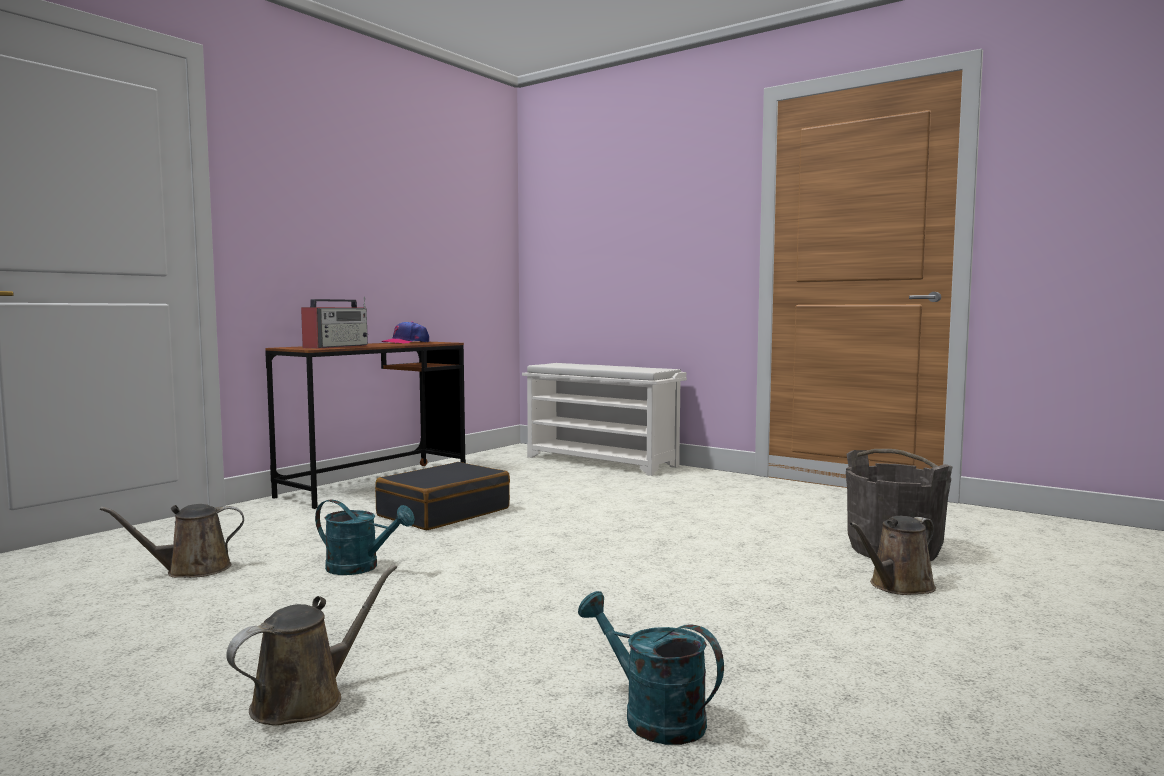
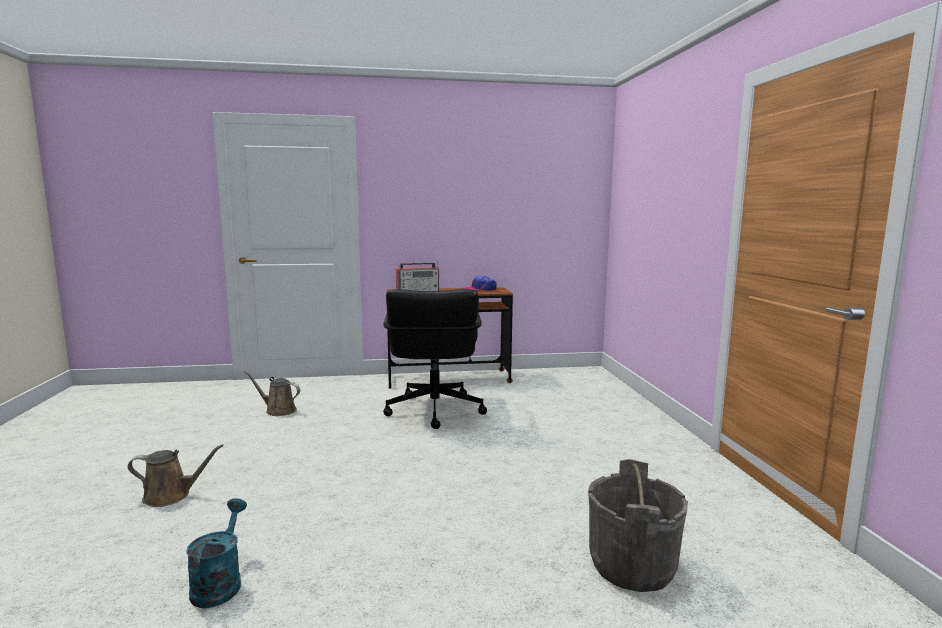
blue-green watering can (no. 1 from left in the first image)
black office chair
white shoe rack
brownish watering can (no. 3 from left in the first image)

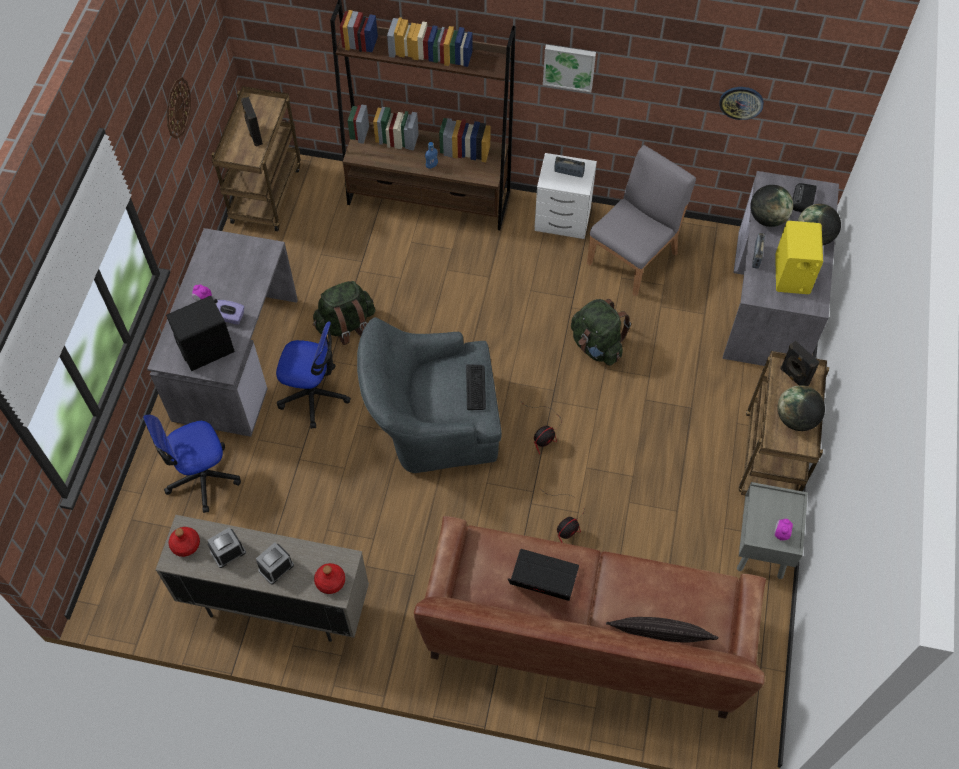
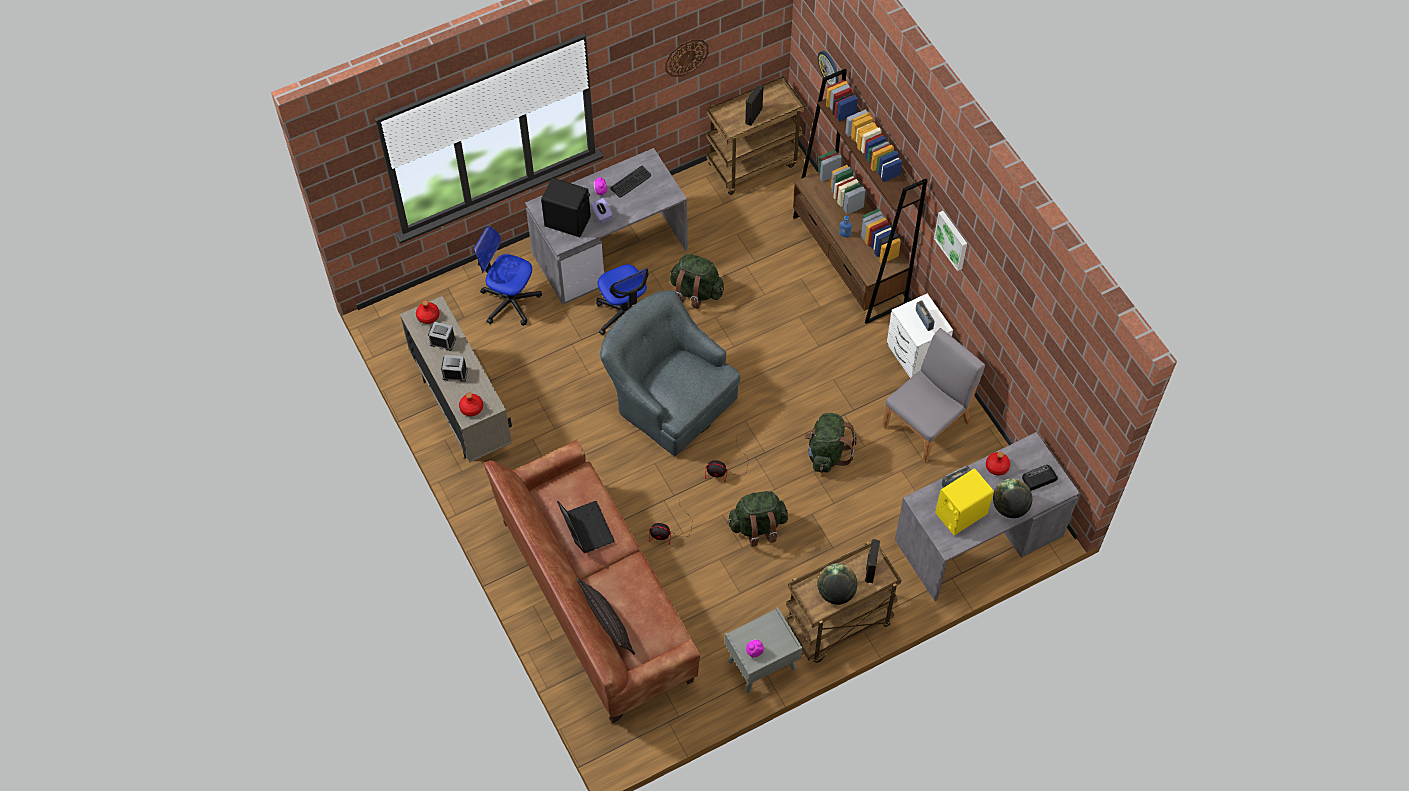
keyboard
greyish plain chair
clock on the wall (no. 2 from left)
red-coloured bottle (no. 3 from left)
green rucksack (no. 2 from left)

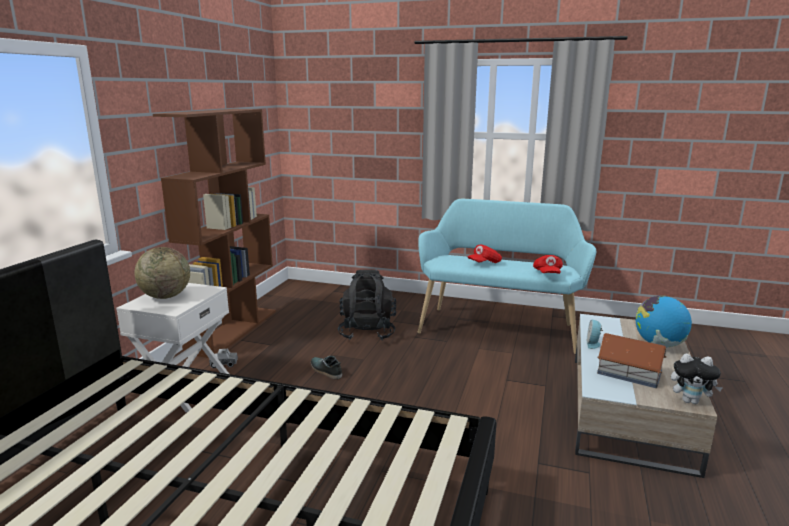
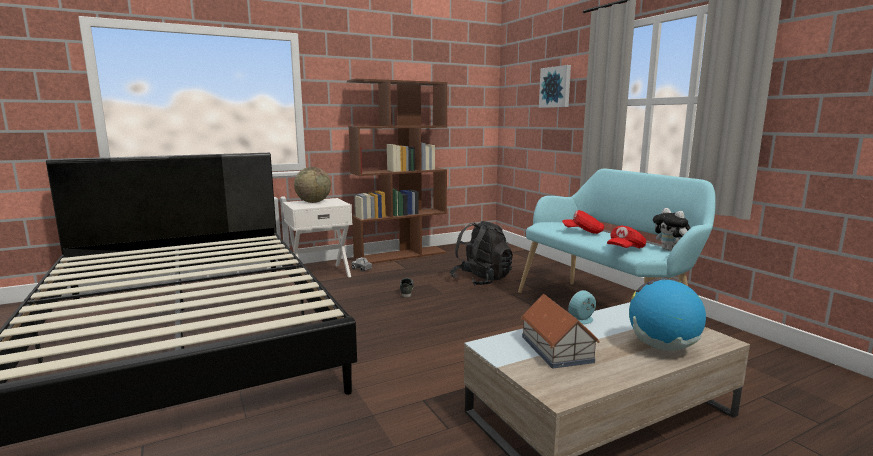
plush toy
wall picture

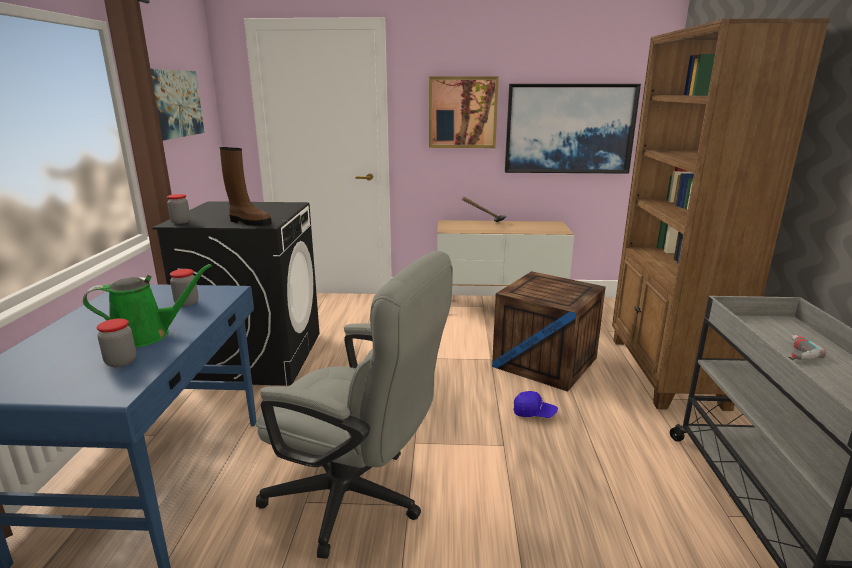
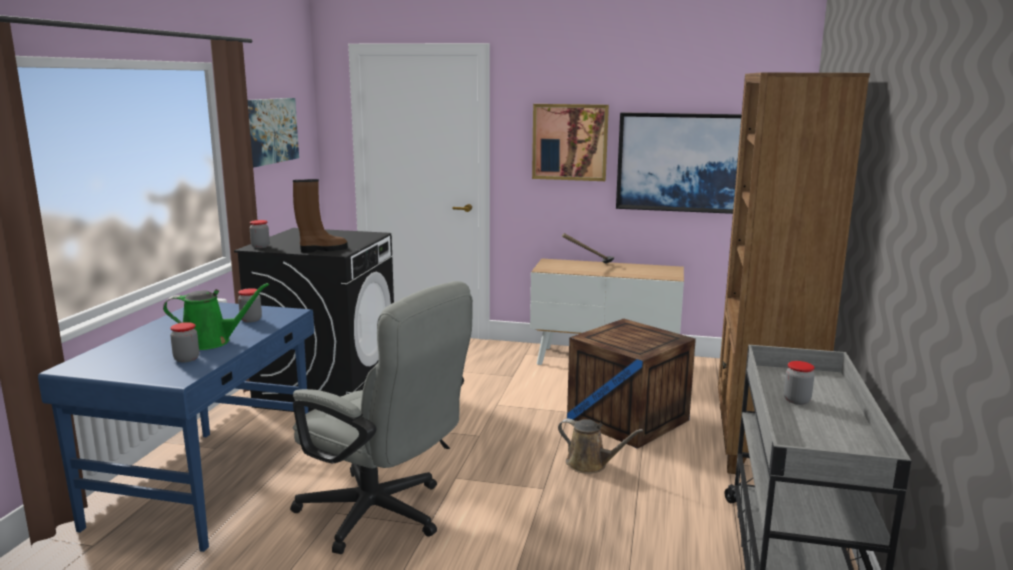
brownish boot
brownish watering can
preserve jar (no. 4 from left)

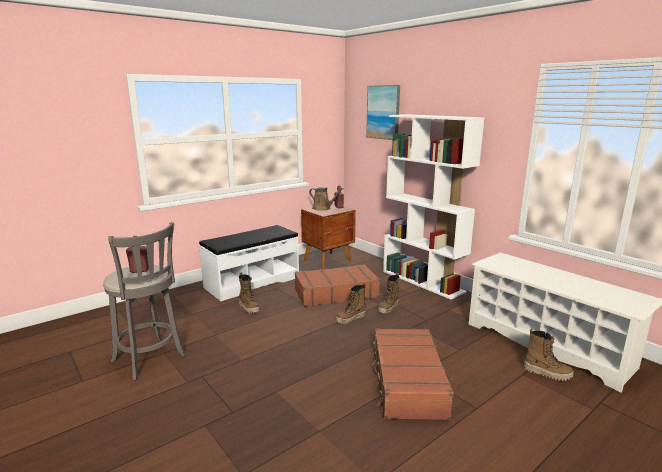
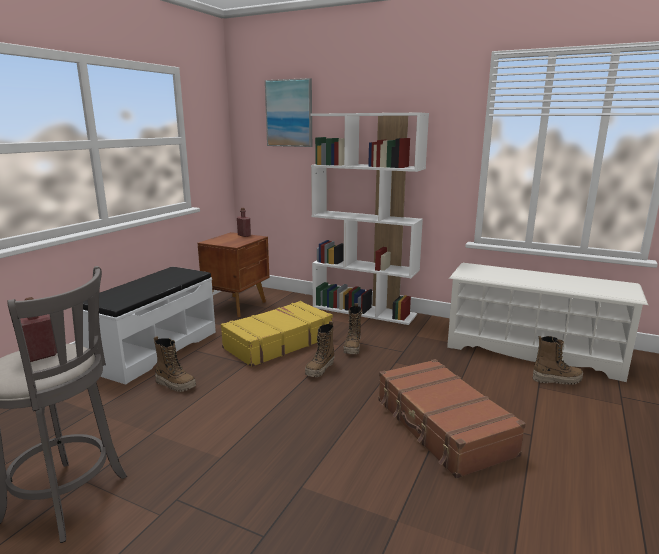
yellowish travel case
brownish watering can

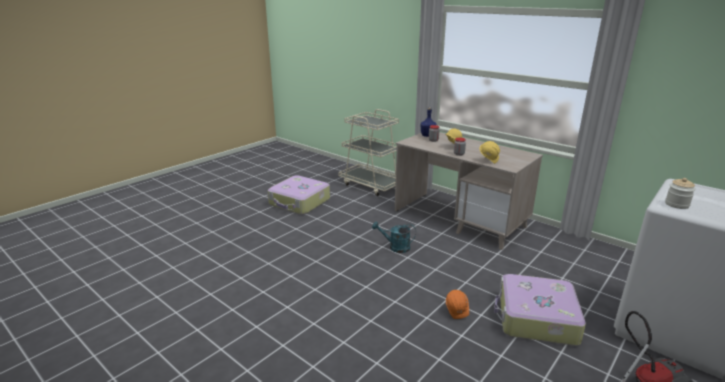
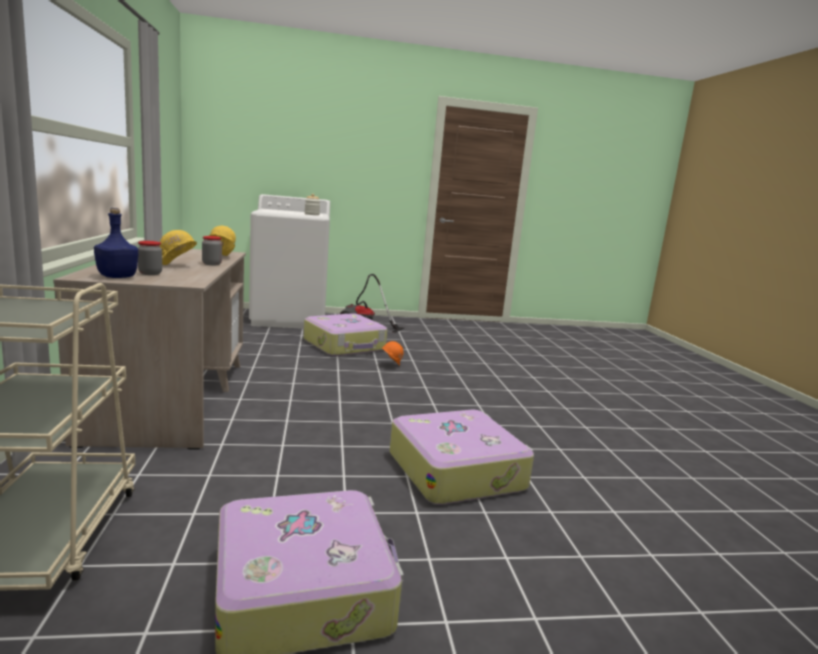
blue-green watering can
travel case (no. 3 from left)

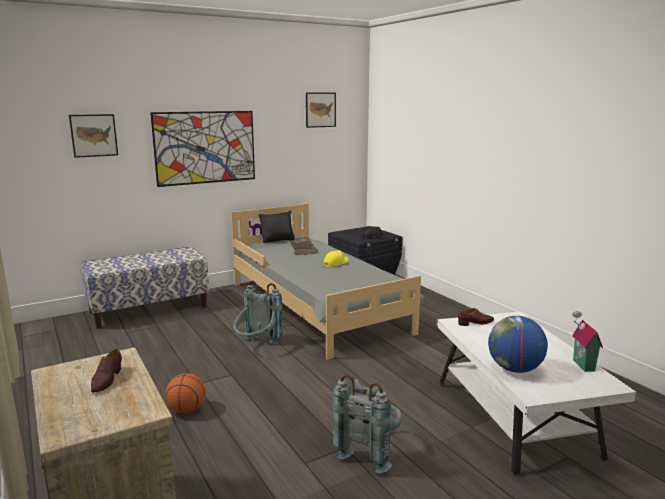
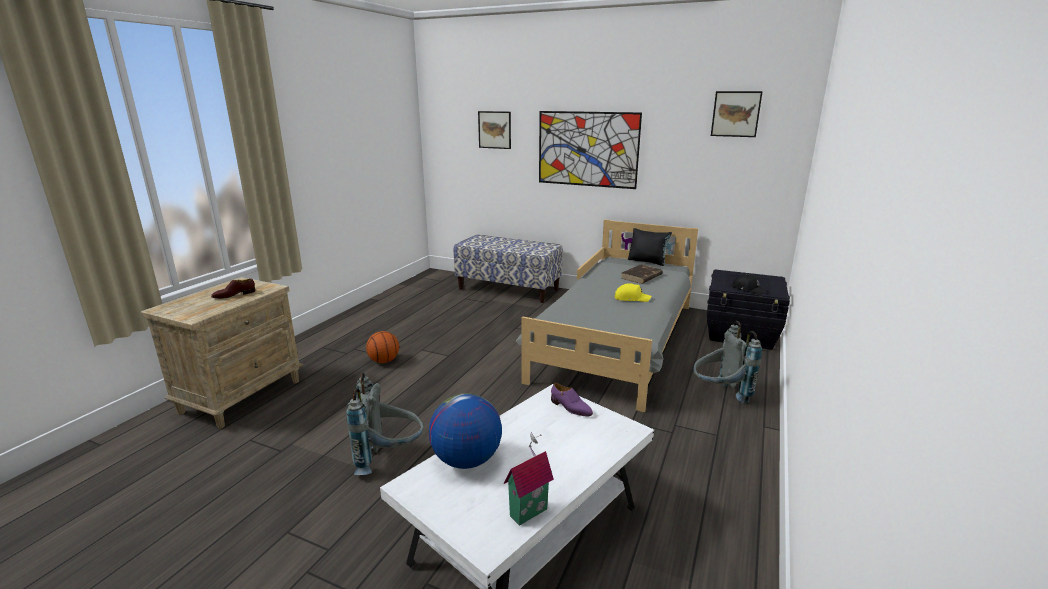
greyish rucksack (no. 2 from left)
purplish item of footwear

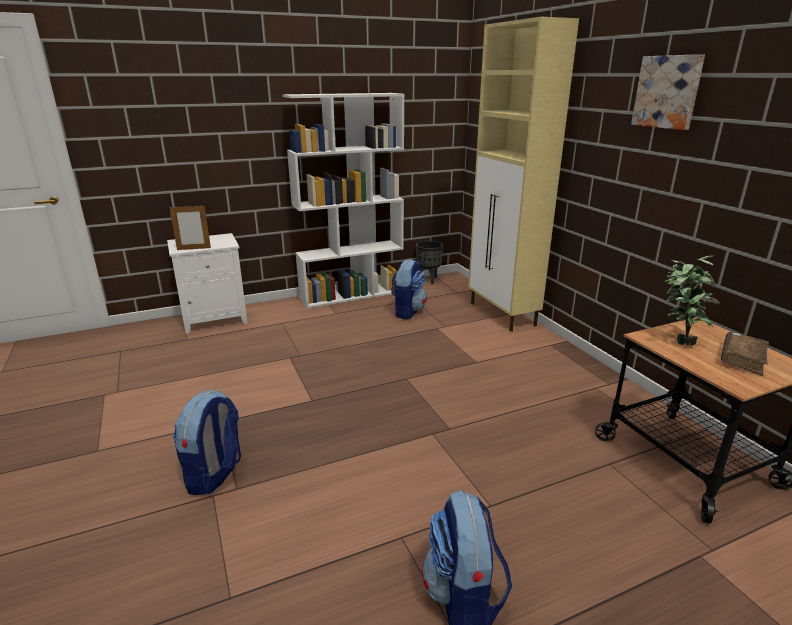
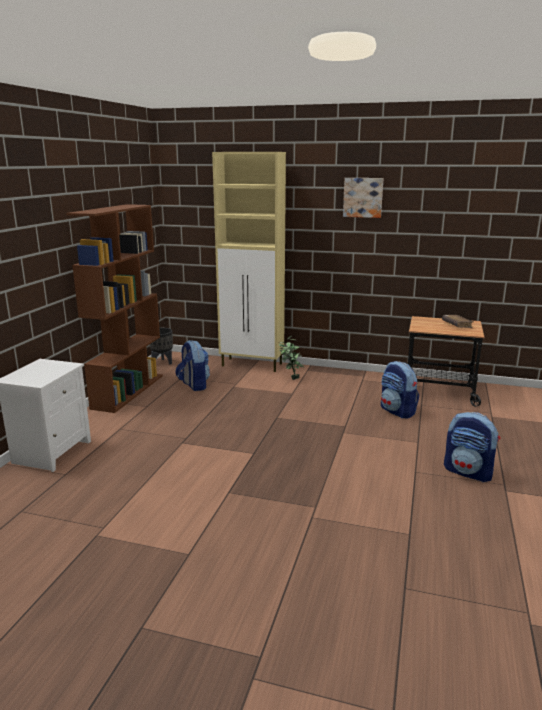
photo frame
rucksack (no. 2 from left)
brownish bookshelf
potted plant

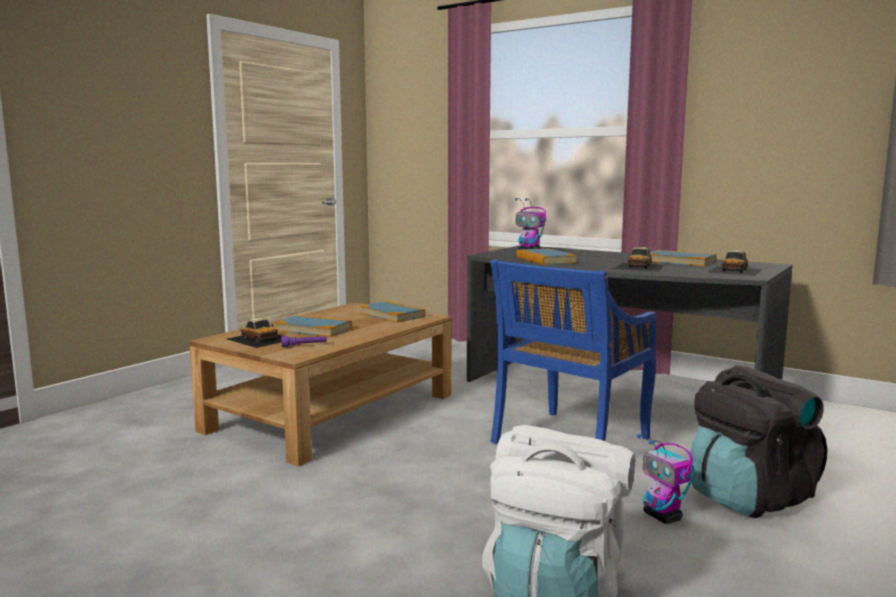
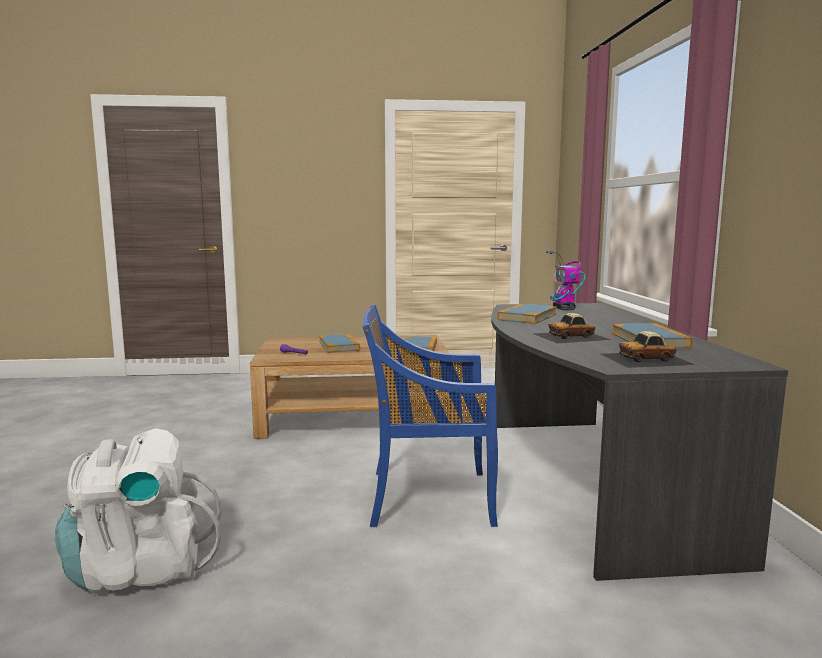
miniature car (no. 1 from left in the first image)
model robot (no. 2 from left in the first image)
black rucksack

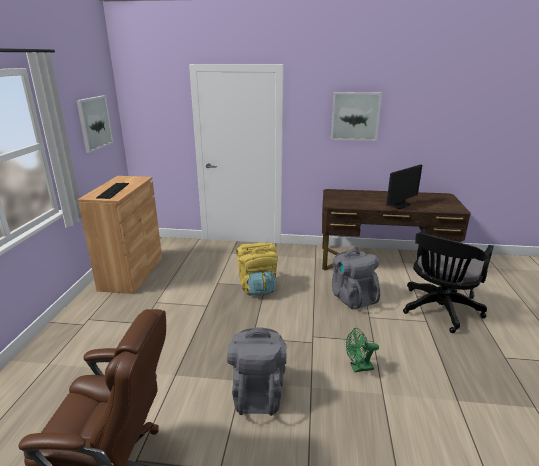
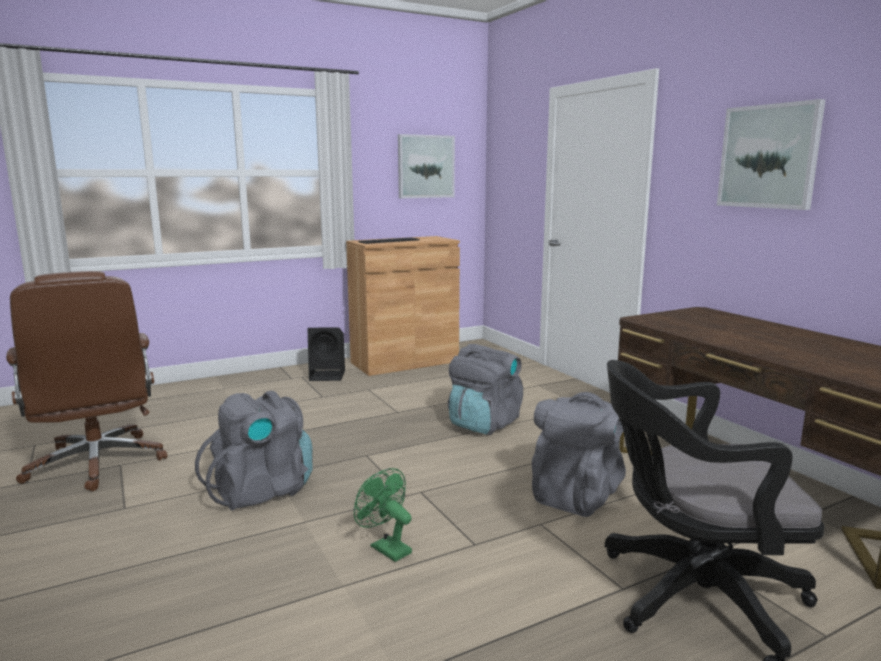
greyish rucksack (no. 2 from left)
monitor
black speaker

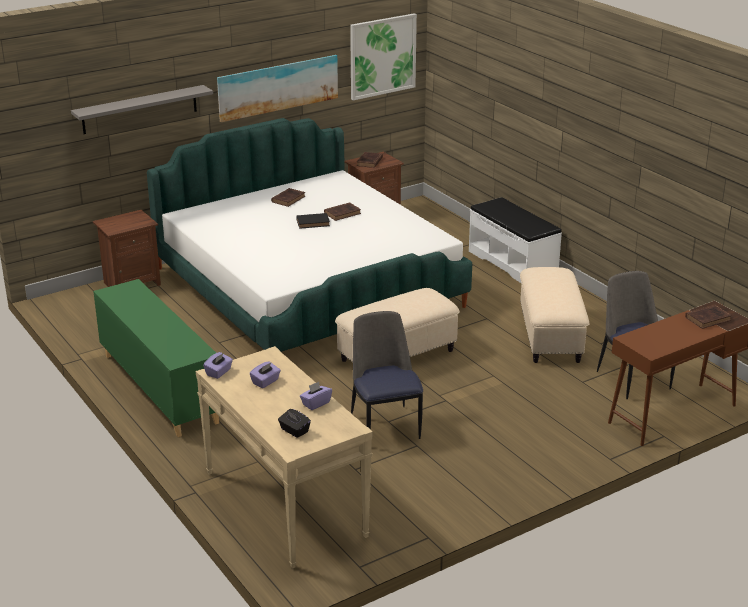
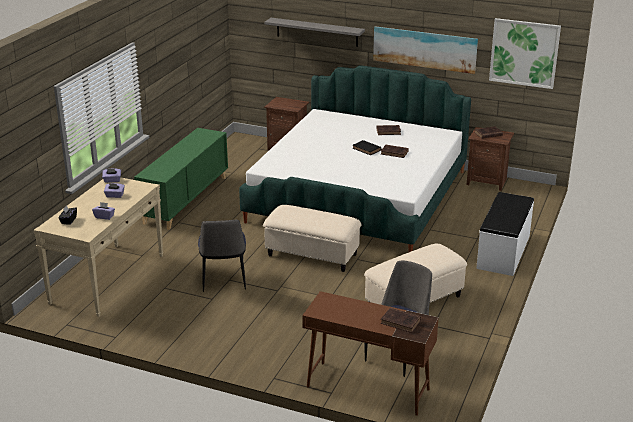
plain chair (no. 1 from left)

